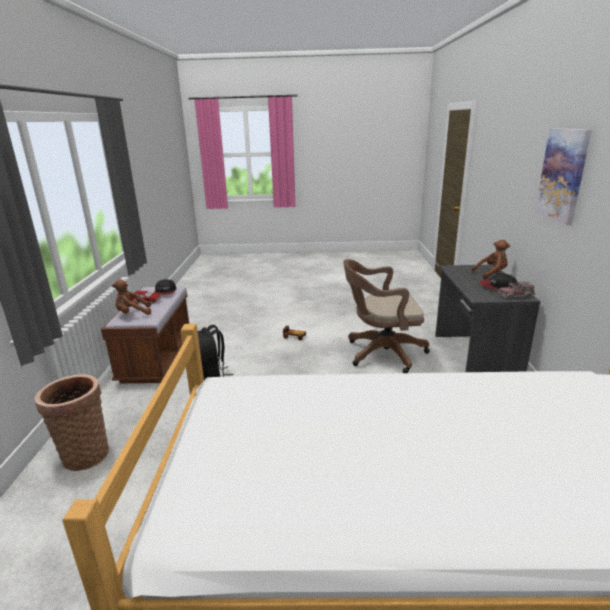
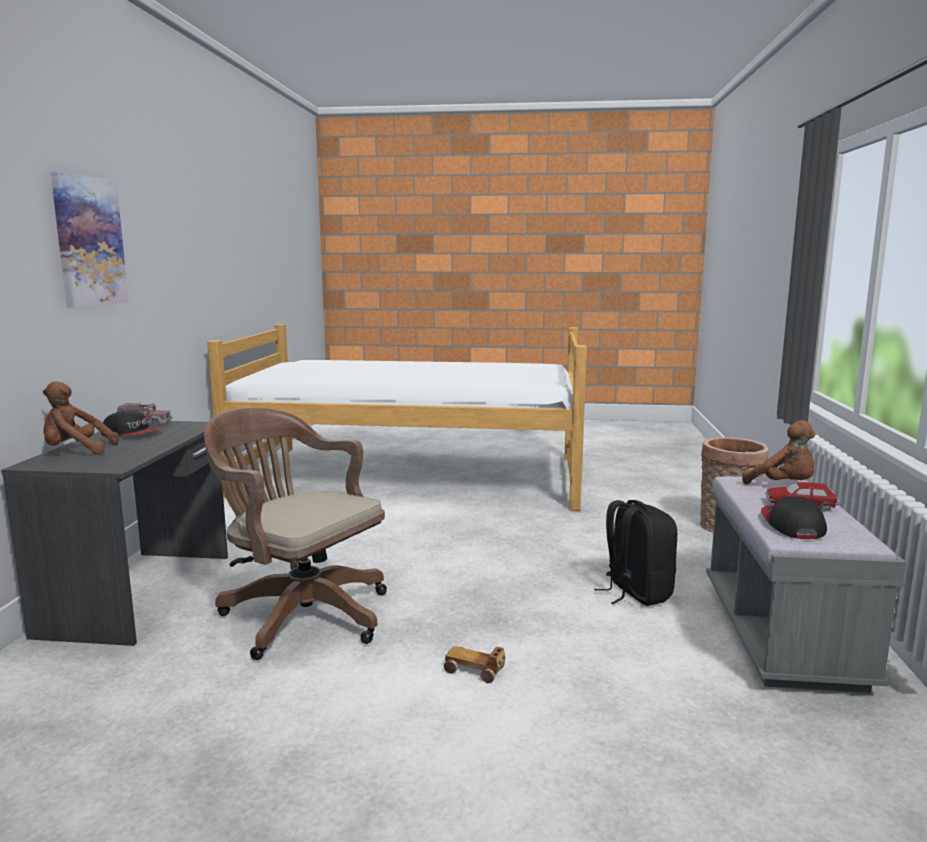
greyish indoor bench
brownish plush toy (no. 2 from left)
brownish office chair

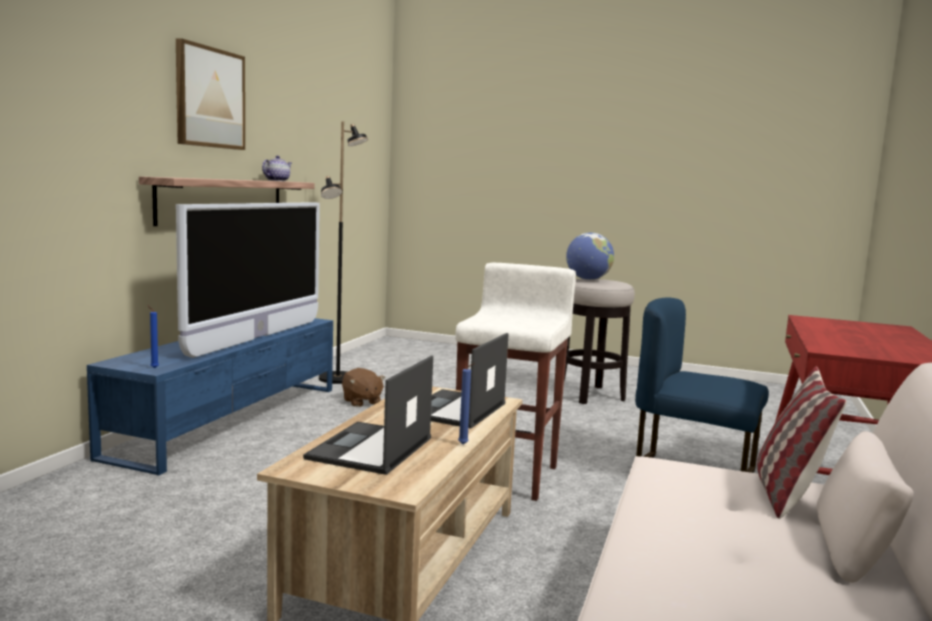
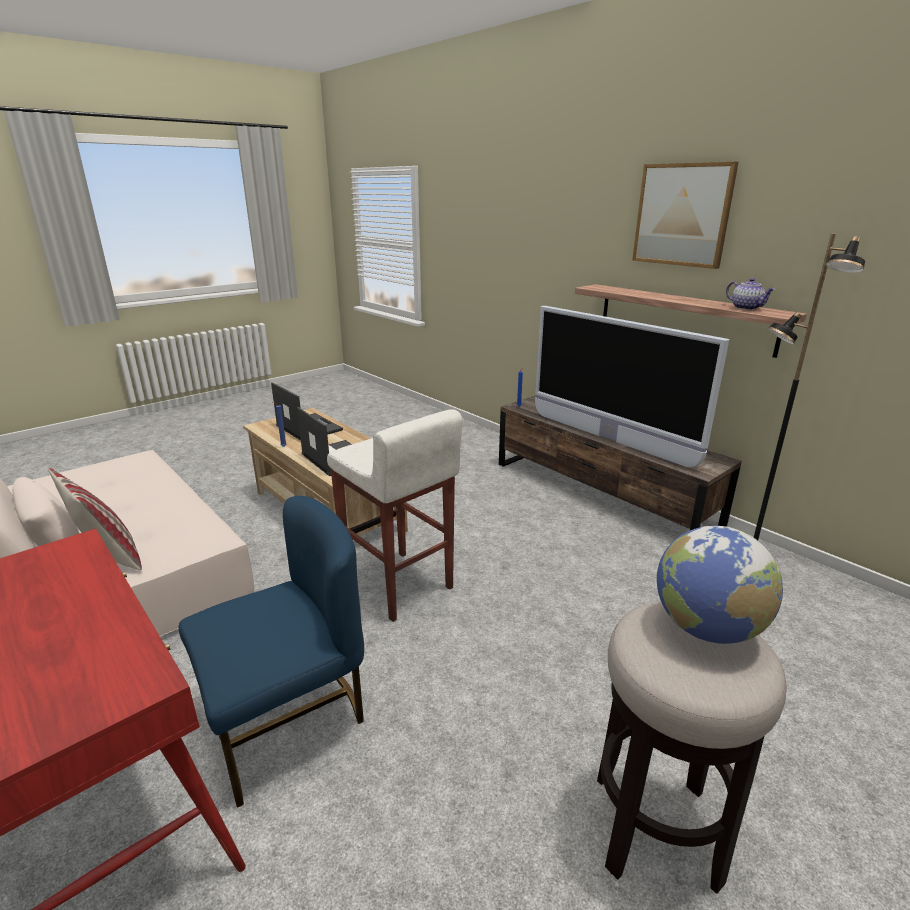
brownish tv unit
brownish plush toy

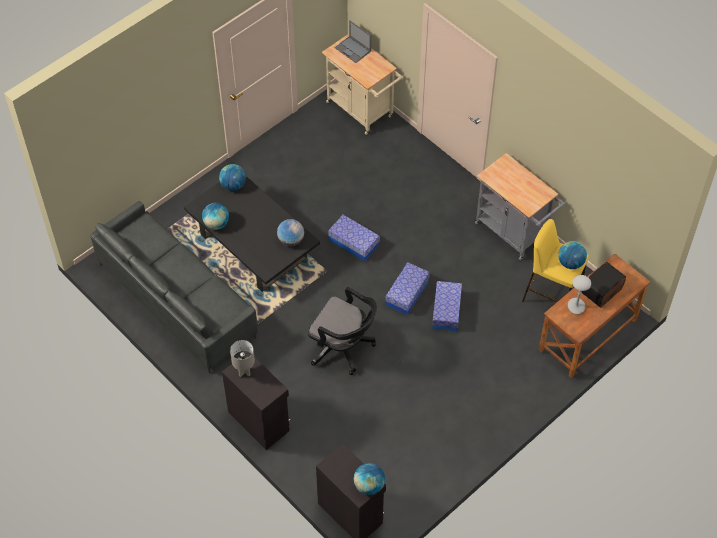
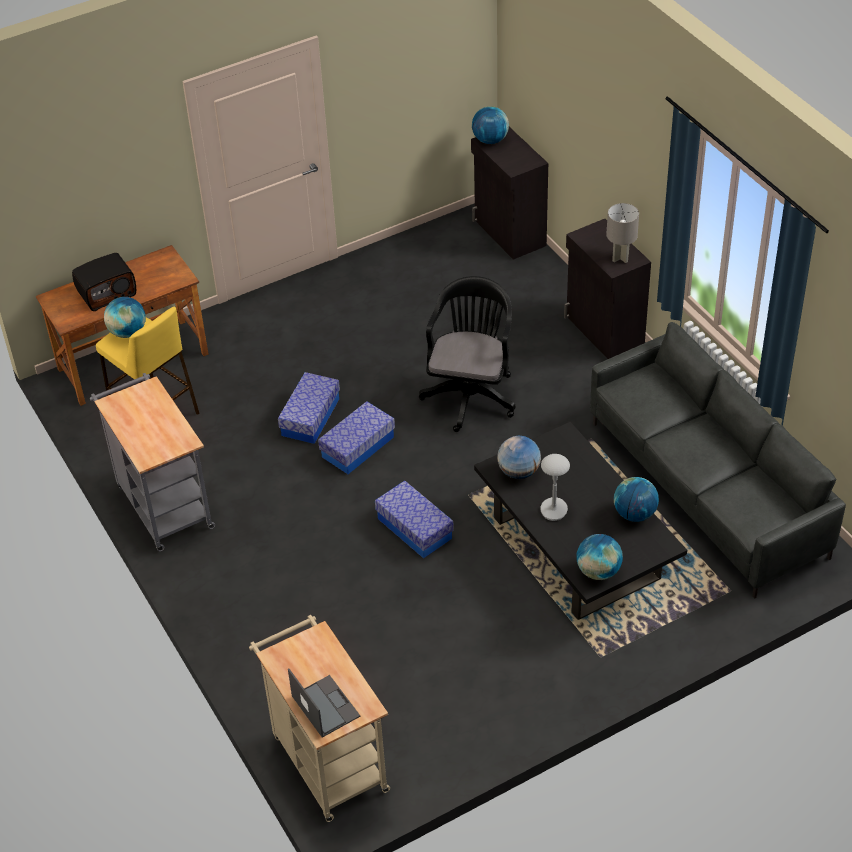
black office chair
greyish tabletop lamp (no. 1 from left)

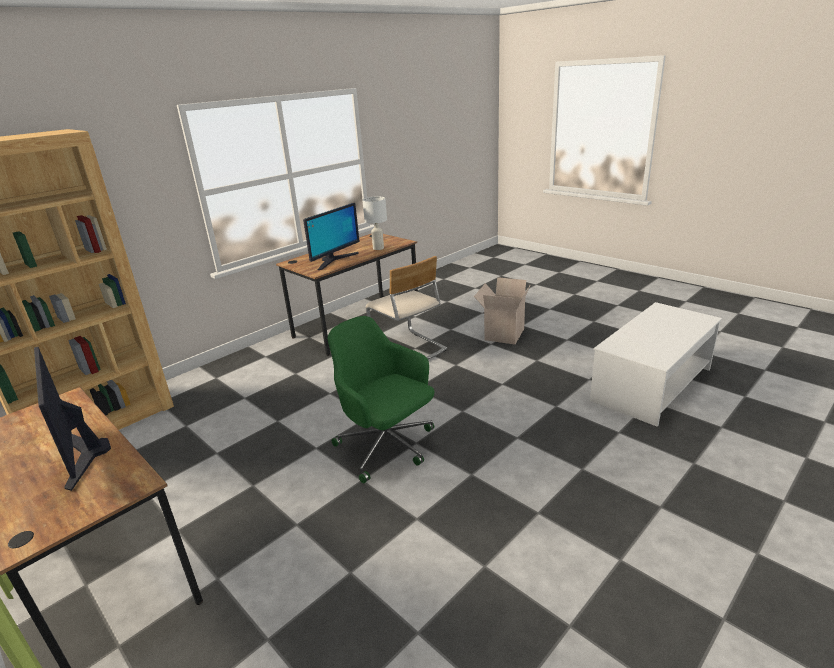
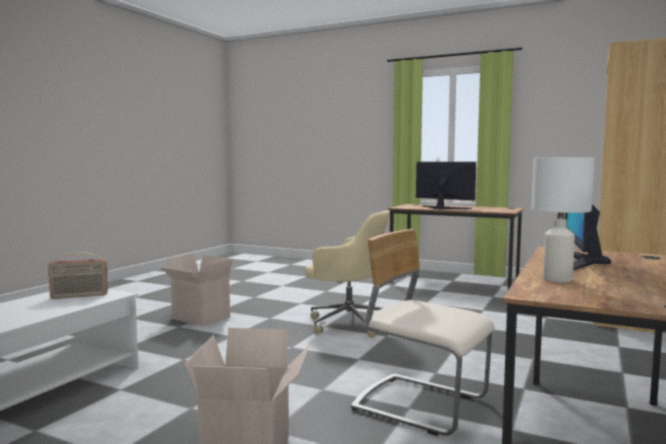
beige-coloured office chair
radio set
cardboard box (no. 1 from left)

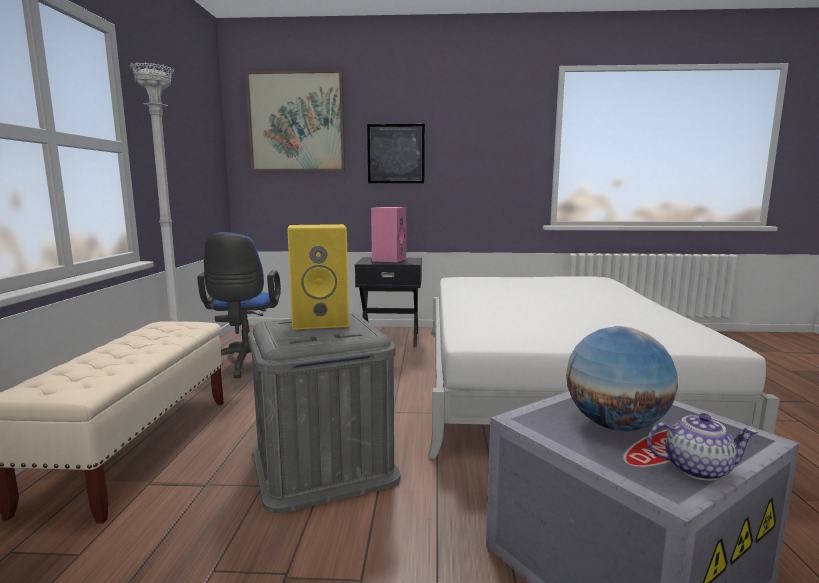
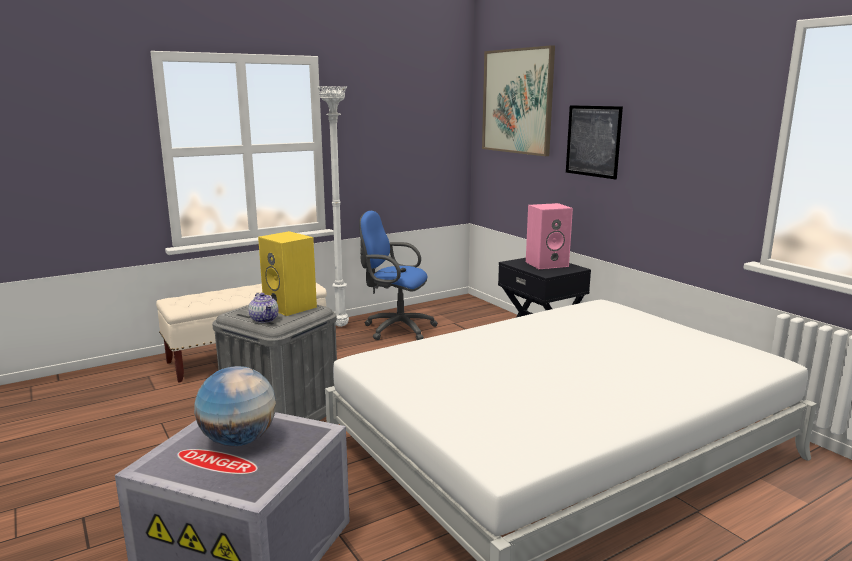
bluish office chair
teapot

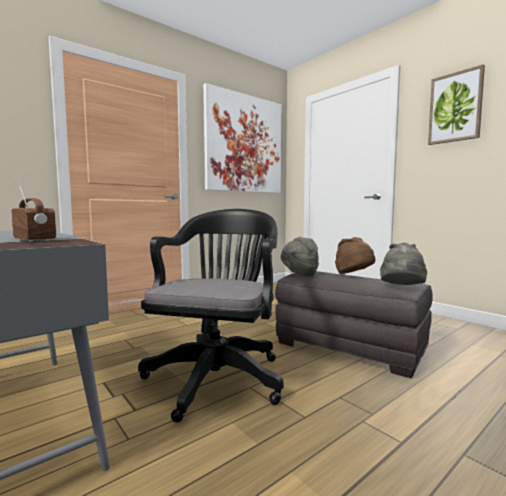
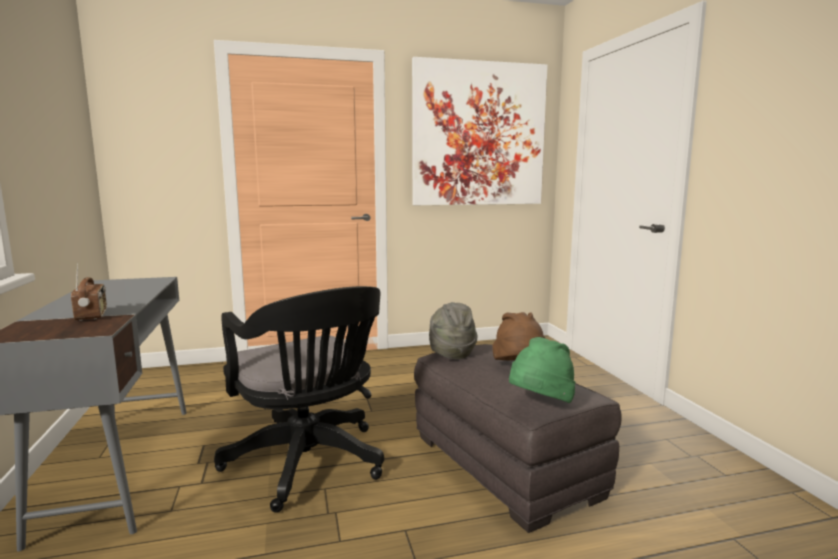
black office chair
green clothing hat
wall picture (no. 2 from left in the first image)

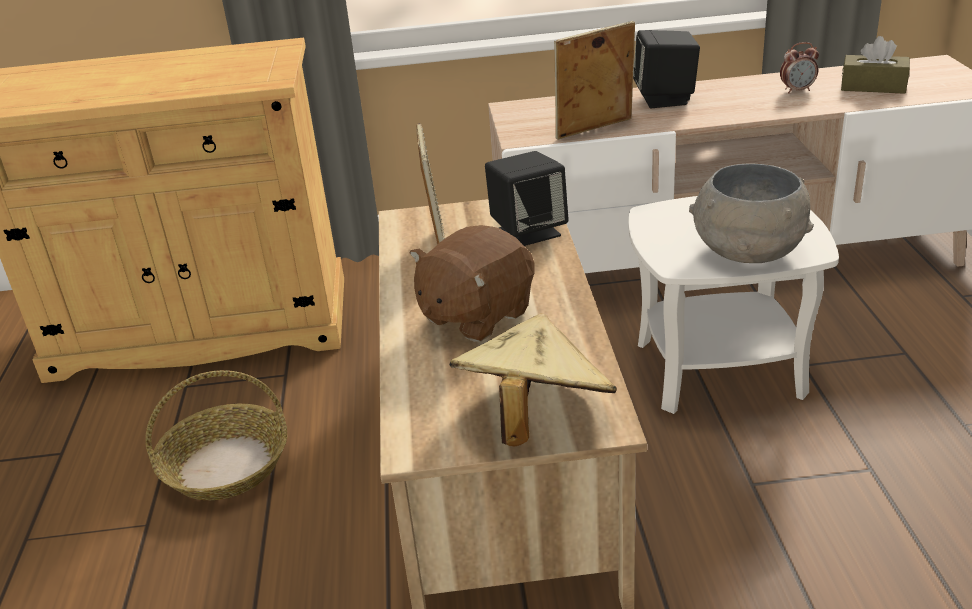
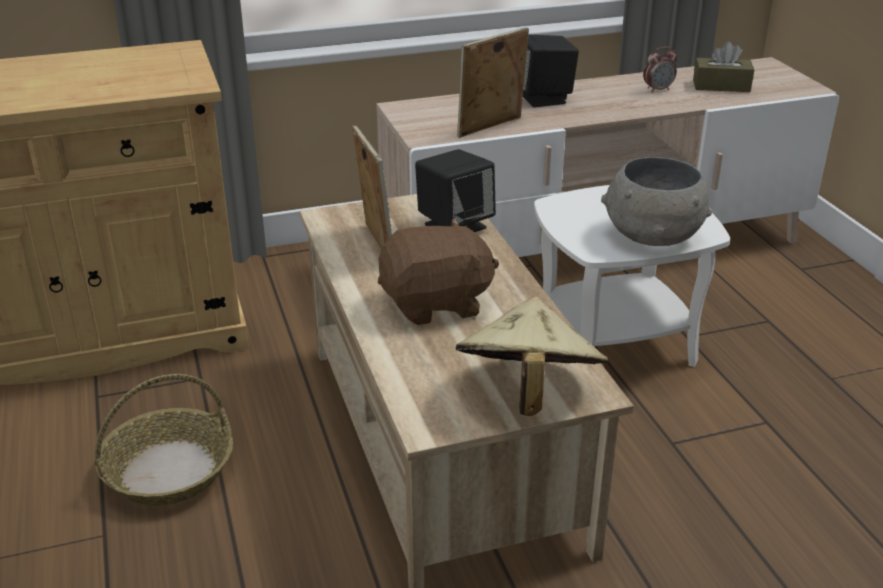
brownish plush toy

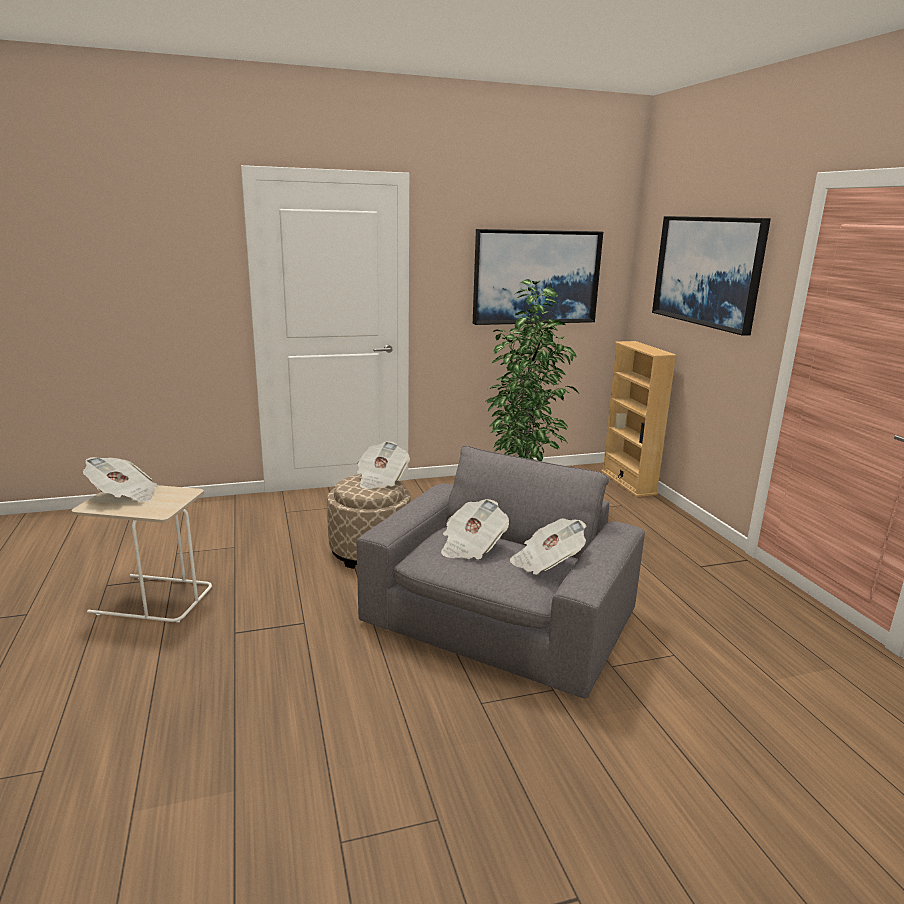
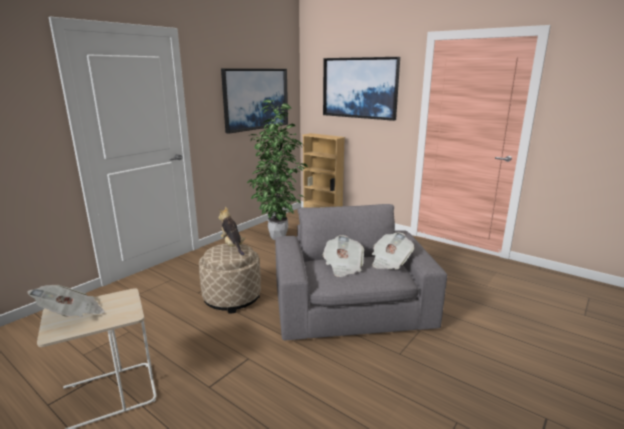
plush toy

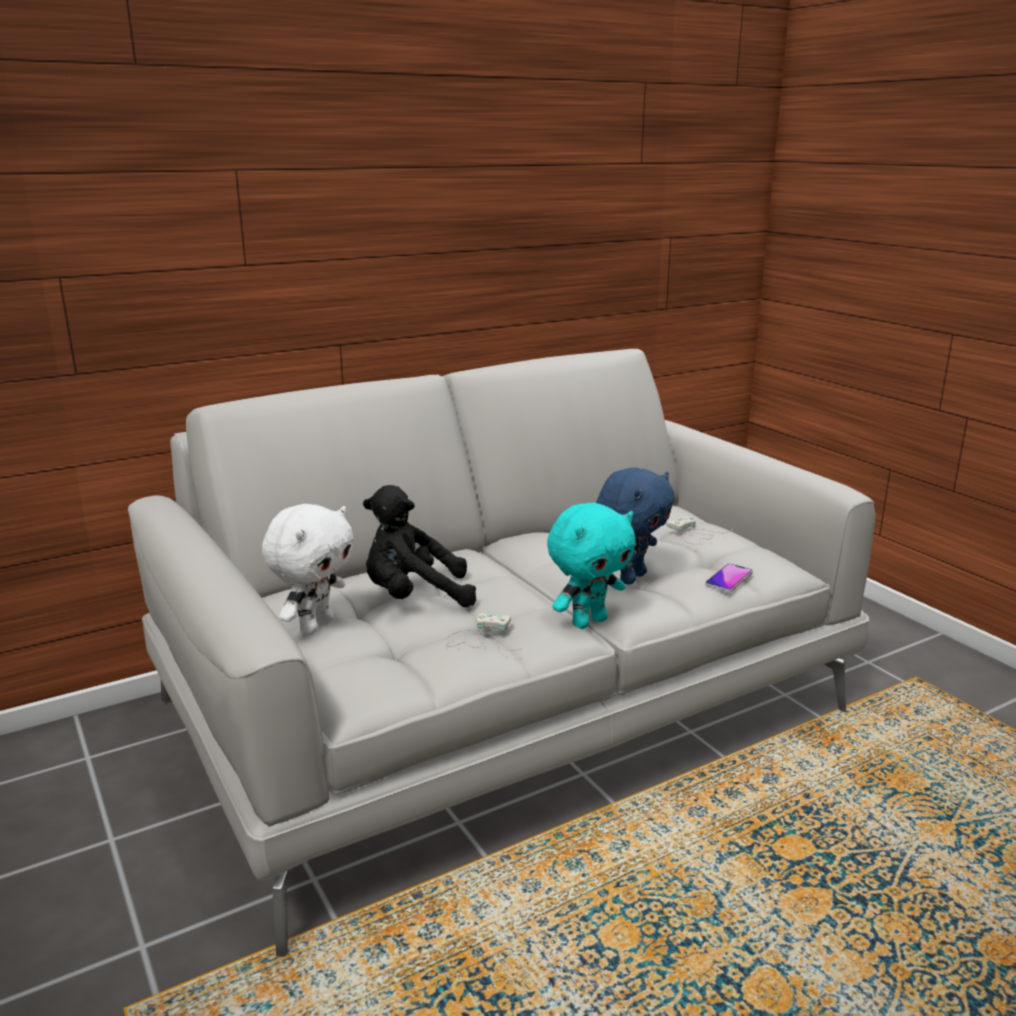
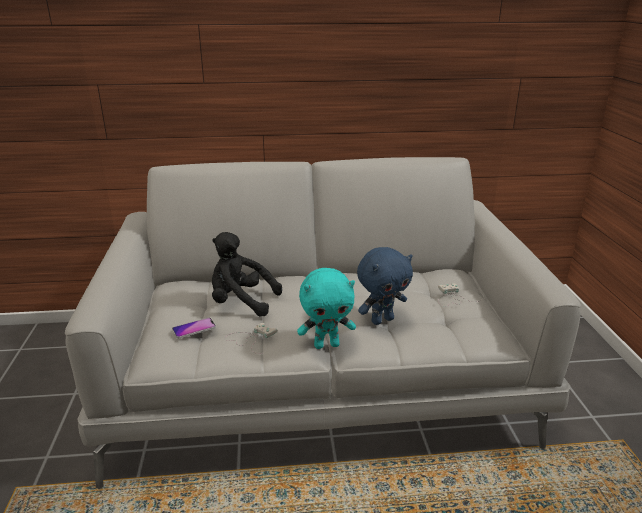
white plush toy
phone

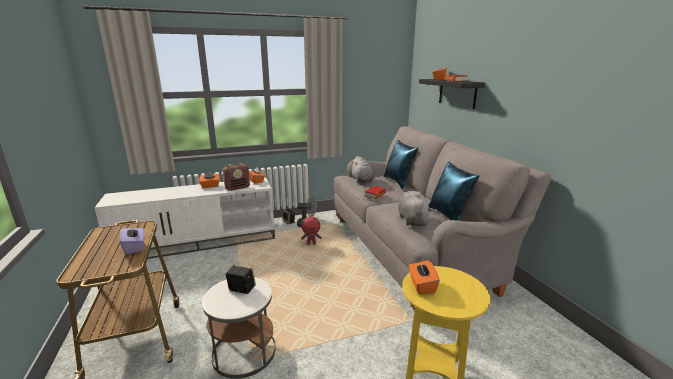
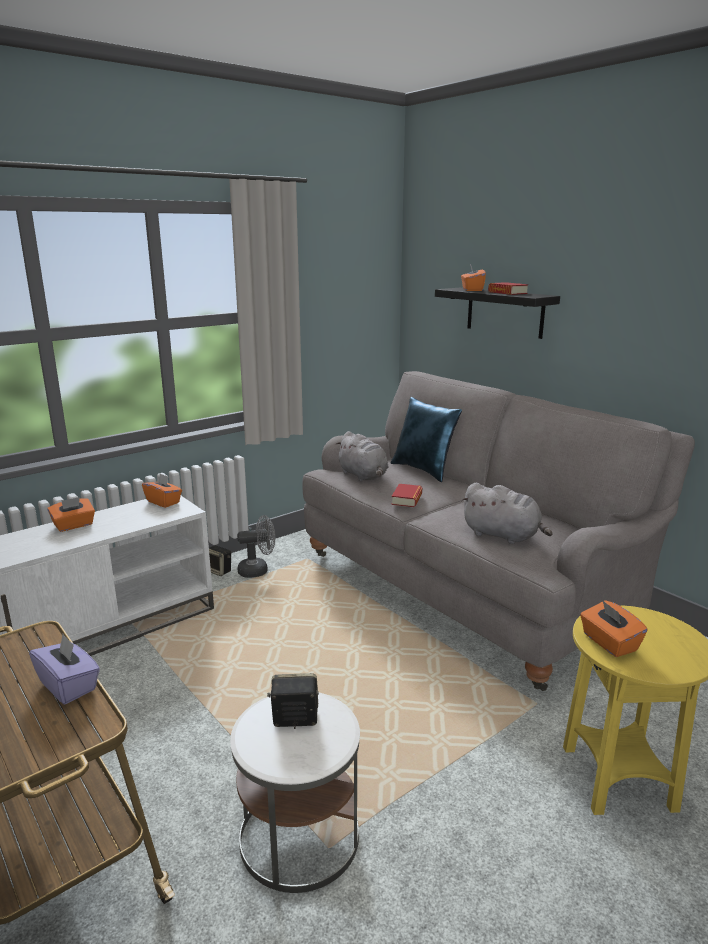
radio set
red-coloured plush toy
greyish plush toy (no. 2 from left)
bluish pillow (no. 2 from left in the first image)

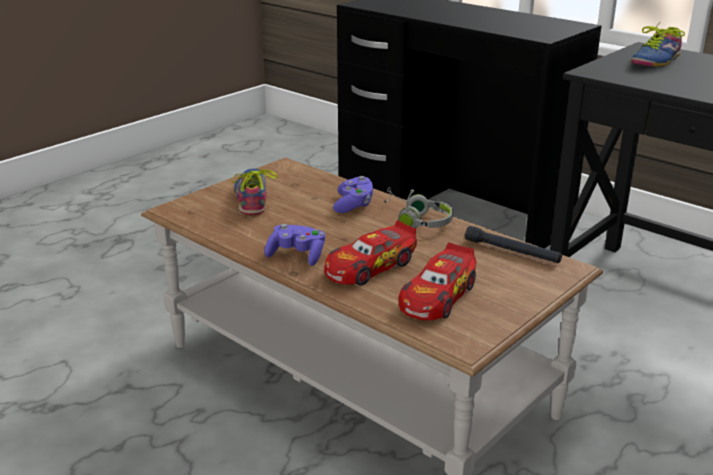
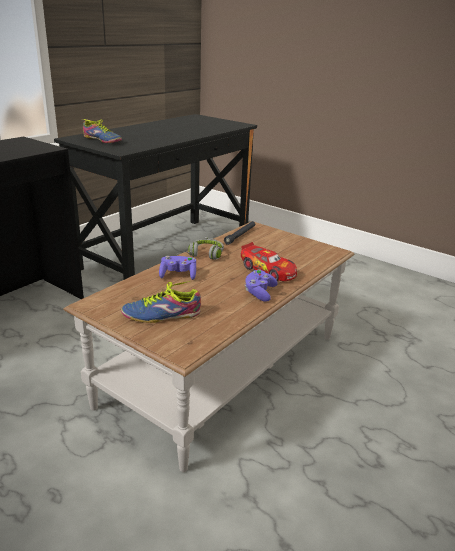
miniature car (no. 2 from left in the first image)

